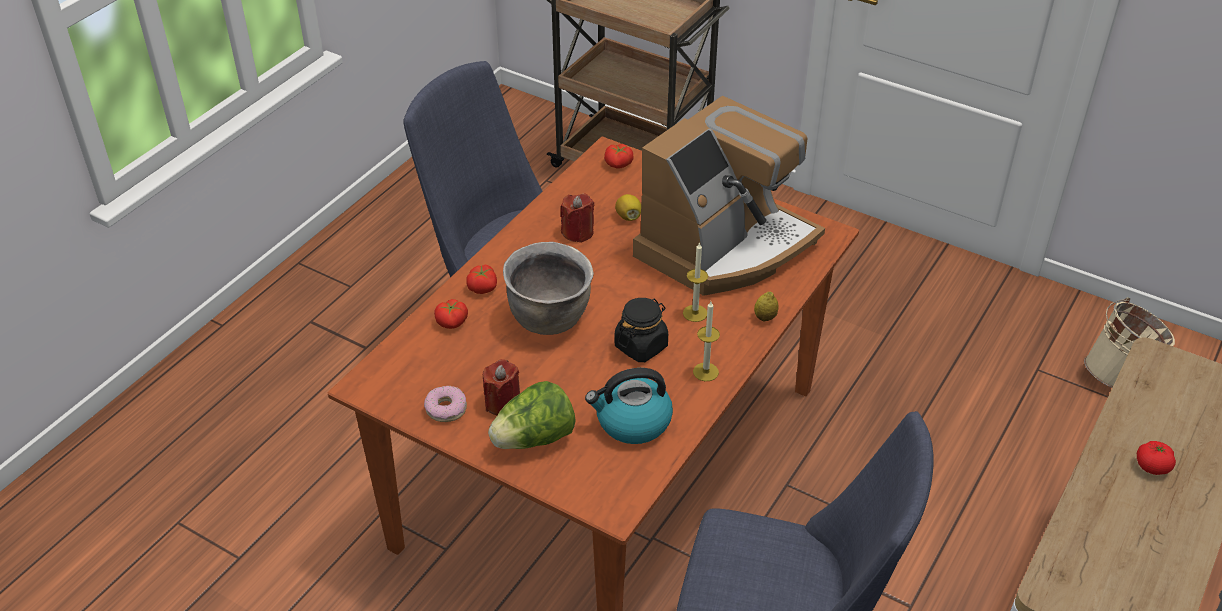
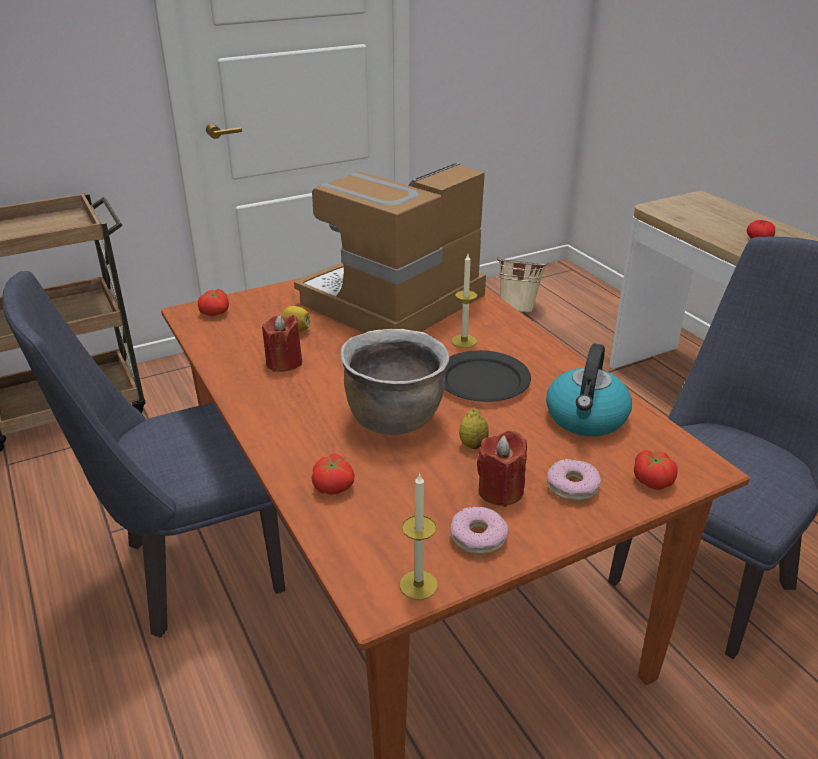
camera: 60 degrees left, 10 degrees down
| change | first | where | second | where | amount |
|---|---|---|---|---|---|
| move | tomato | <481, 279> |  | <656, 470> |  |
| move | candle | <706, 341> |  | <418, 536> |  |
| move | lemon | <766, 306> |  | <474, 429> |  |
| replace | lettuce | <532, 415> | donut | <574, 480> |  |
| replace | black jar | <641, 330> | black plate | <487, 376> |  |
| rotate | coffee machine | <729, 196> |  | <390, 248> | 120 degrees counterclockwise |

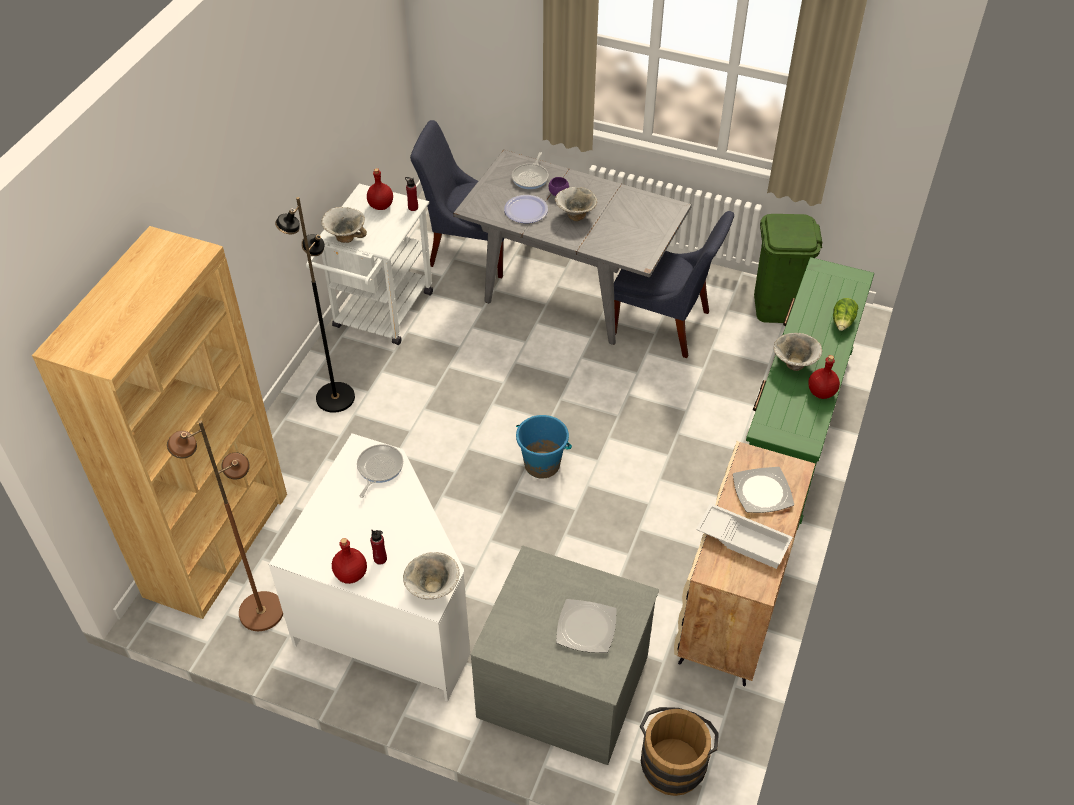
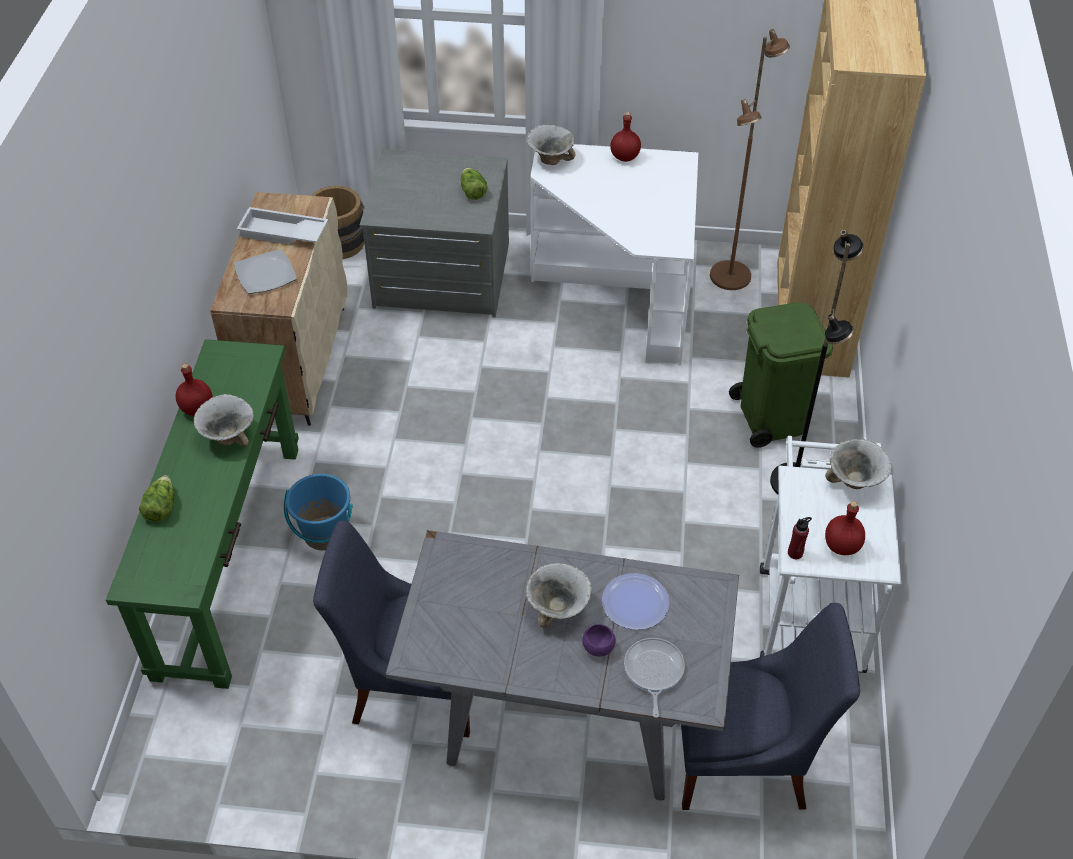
camera: 165 degrees right, 0 degrees up
| change | first | where | second | where | amount |
|---|---|---|---|---|---|
| delete | frying pan | <380, 471> |  |  |  |
| delete | red bottle | <378, 547> |  |  |  |
| delete | plate | <586, 626> |  |  |  |
| insert |  |  | lettuce | <474, 184> |  |
| move | blue bucket | <544, 447> |  | <318, 512> |  |
| move | green trash can | <788, 268> |  | <781, 375> |  |

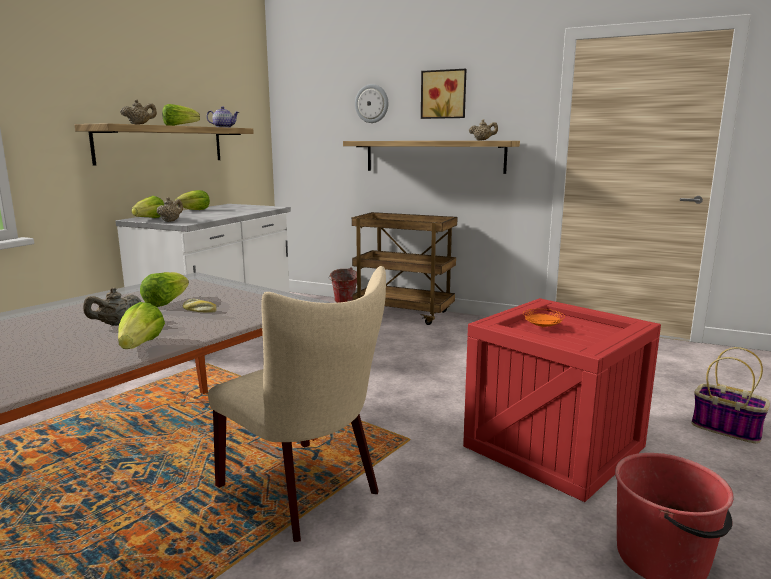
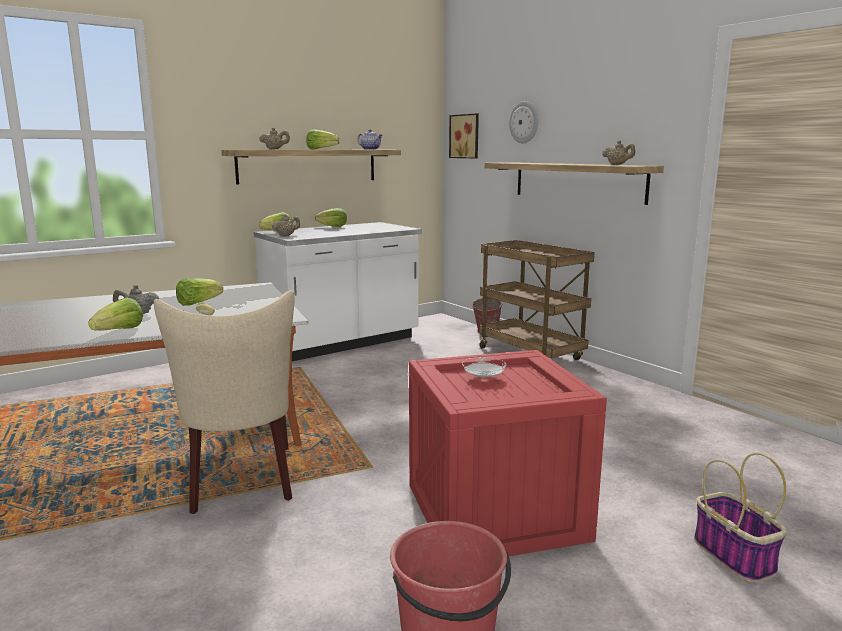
camera: 30 degrees right, 0 degrees up
| change | first | where | second | where | amount |
|---|---|---|---|---|---|
| move | picture | <443, 94> |  | <464, 135> |  |
| recolor | orange plate | <544, 318> | white plate | <484, 367> |  |

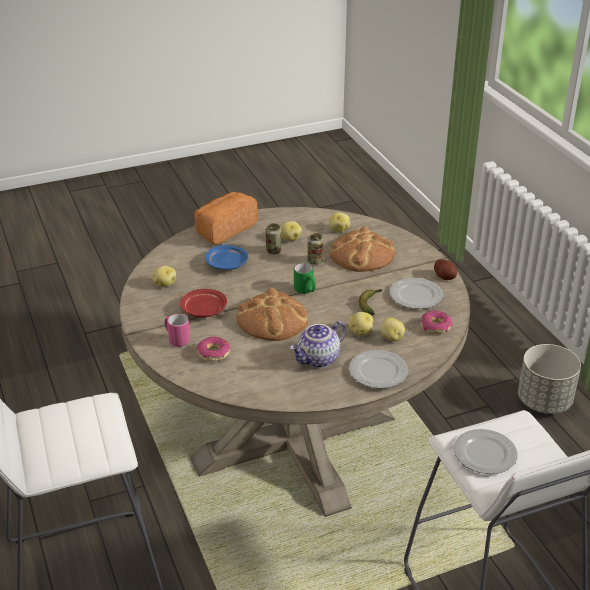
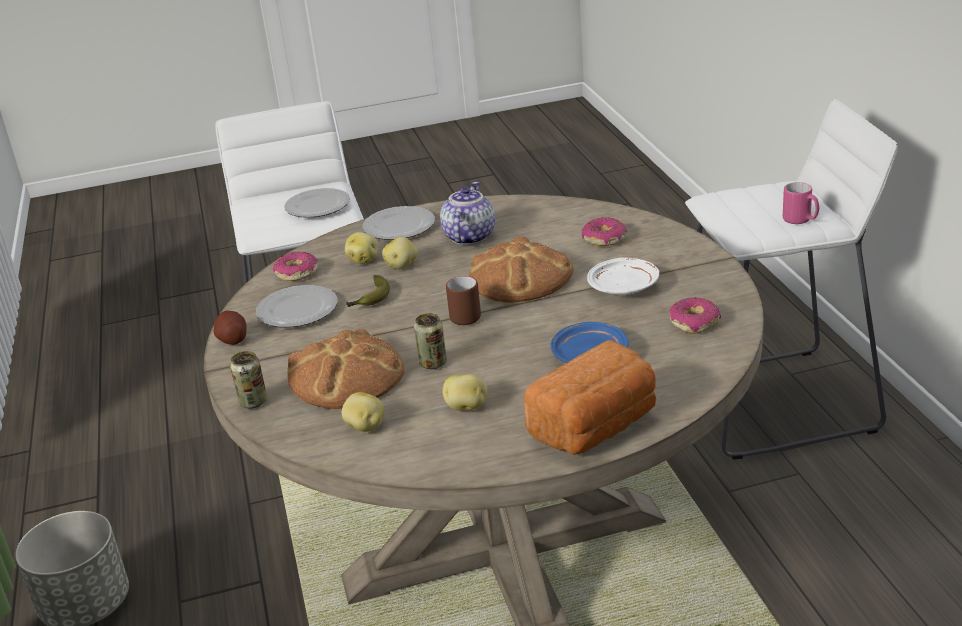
camera: 170 degrees left, 5 degrees down
| change | first | where | second | where | amount |
|---|---|---|---|---|---|
| move | pink mug | <177, 330> |  | <801, 203> |  |
| move | can | <273, 238> |  | <248, 379> |  |
| replace | potato | <164, 276> | donut | <695, 315> |  |
| recolor | red plate | <203, 303> | white plate | <623, 276> |  |
| recolor | green mug | <305, 278> | brown mug | <463, 300> |  |
| rotate | teapot | <318, 344> |  | <467, 213> | 45 degrees counterclockwise |

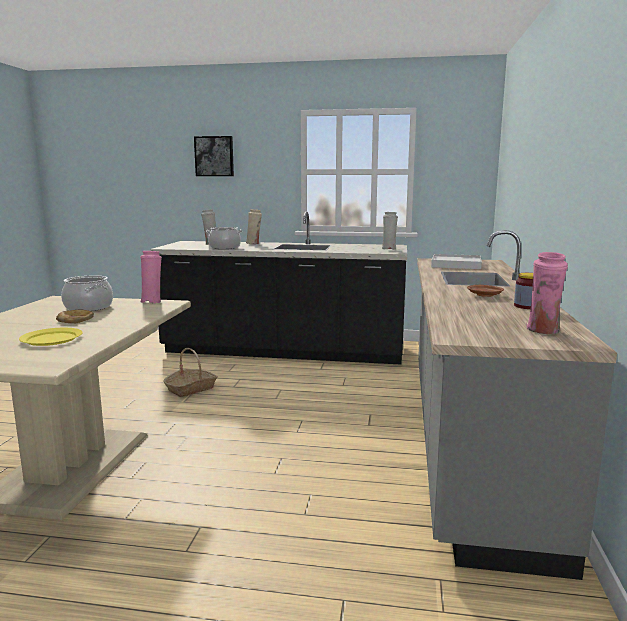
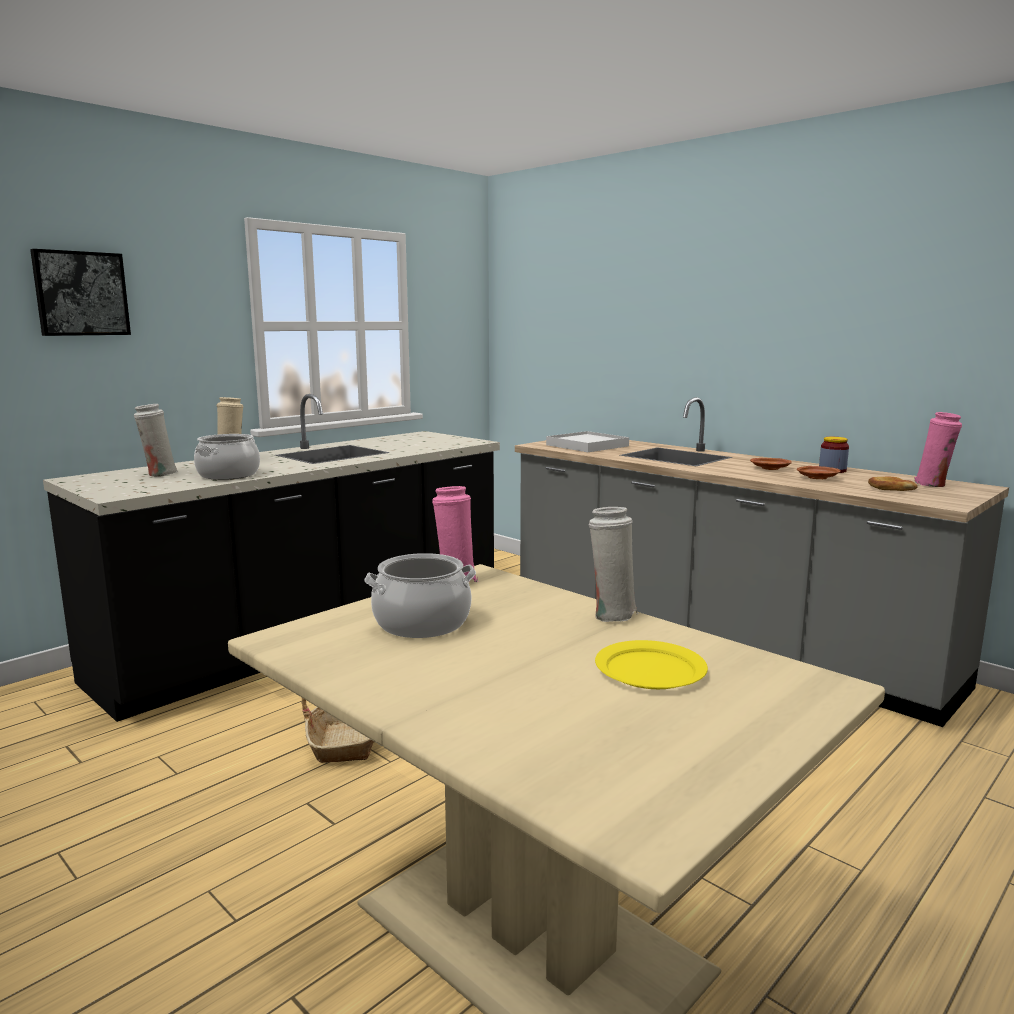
camera: 55 degrees left, 0 degrees up
| change | first | where | second | where | amount |
|---|---|---|---|---|---|
| insert |  |  | brown plate | <819, 472> |  |
| move | bread | <75, 316> |  | <893, 483> |  |
| move | white vase | <390, 231> |  | <613, 564> |  |

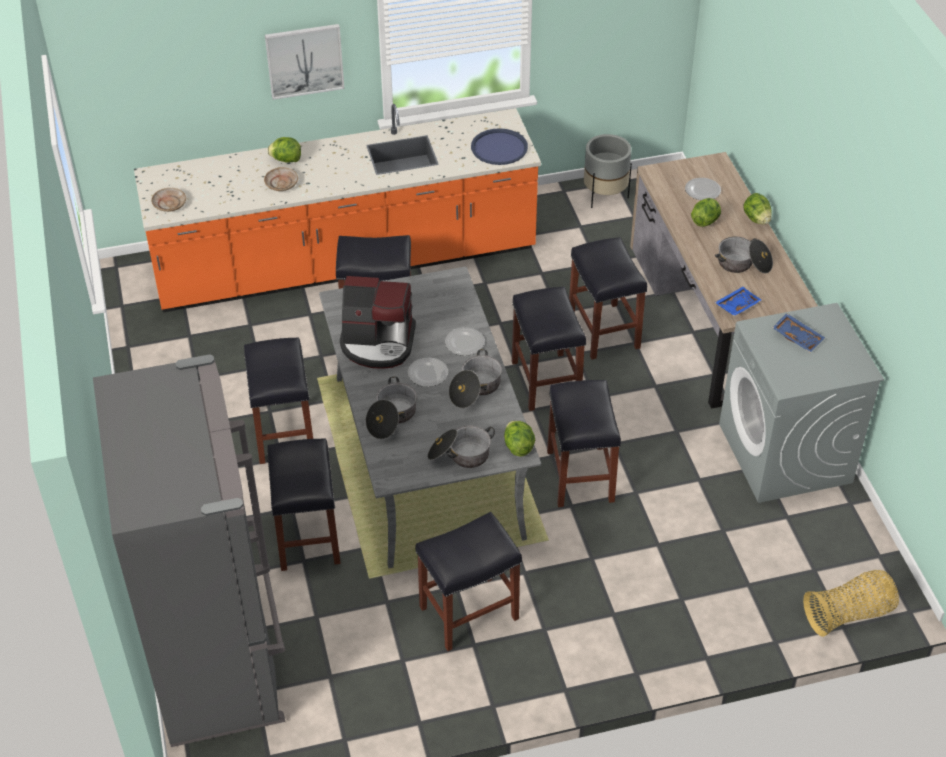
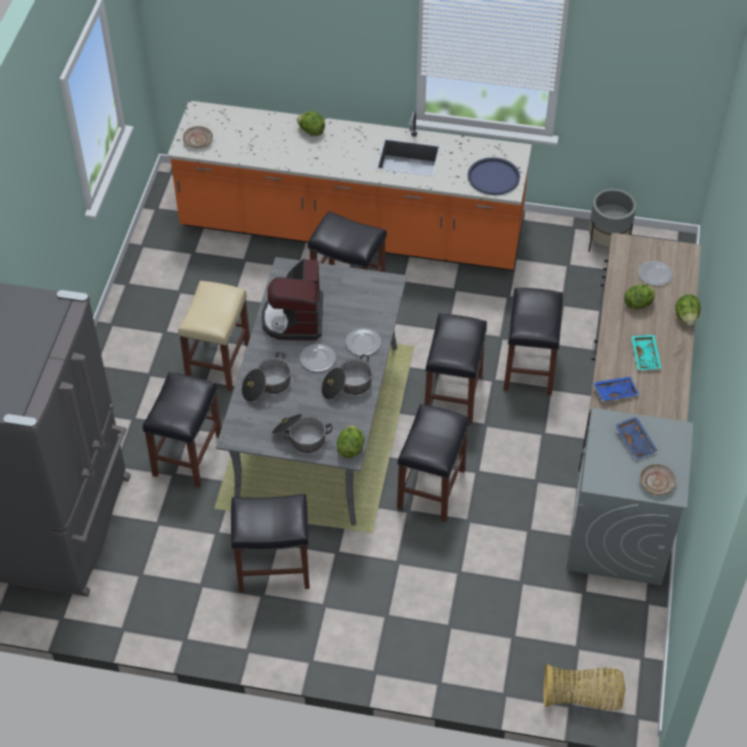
camera: 25 degrees right, 5 degrees up
| change | first | where | second | where | amount |
|---|---|---|---|---|---|
| delete | picture | <304, 62> |  |  |  |
| move | beige plate | <281, 179> |  | <658, 479> |  |
| replace | cooking pot | <744, 254> | turquoise tray | <646, 352> |  |
| recolor | black stool | <278, 400> | beige stool | <214, 336> |  |
| rotate | coffee machine | <378, 322> |  | <292, 299> | 60 degrees clockwise |

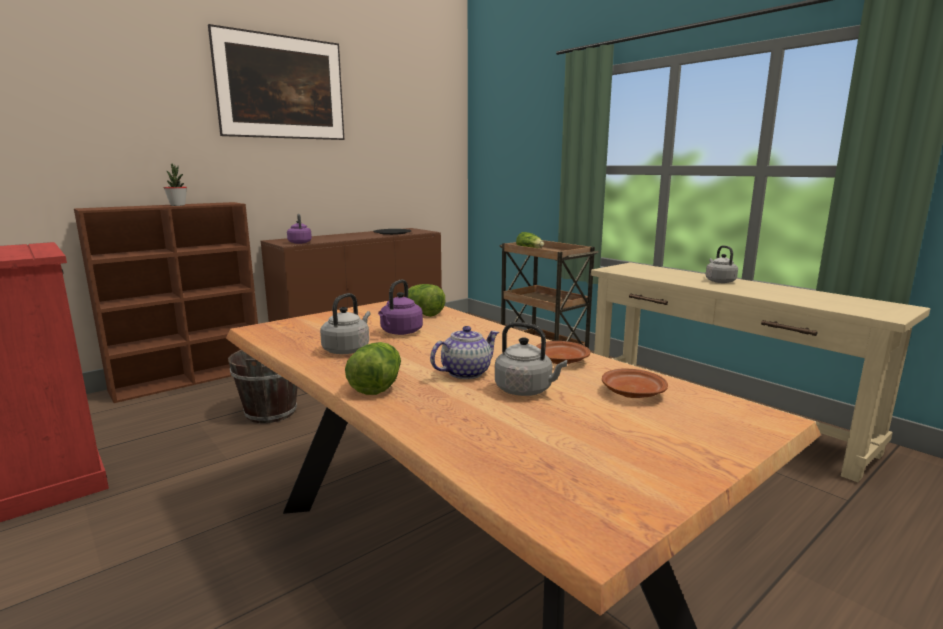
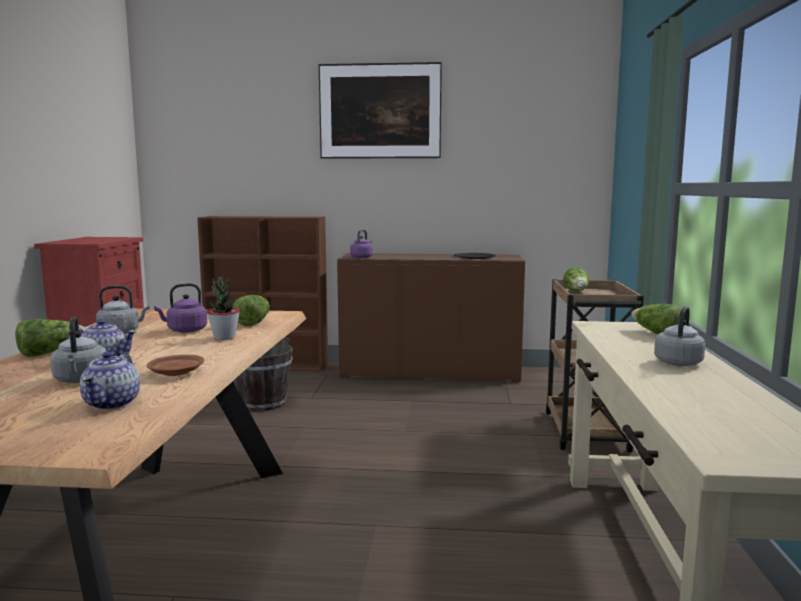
camera: 45 degrees right, 5 degrees down
| change | first | where | second | where | amount |
|---|---|---|---|---|---|
| insert |  |  | lettuce | <658, 319> |  |
| move | potted plant | <175, 185> |  | <223, 308> |  |
| replace | brown plate | <635, 383> | teapot | <110, 381> |  |

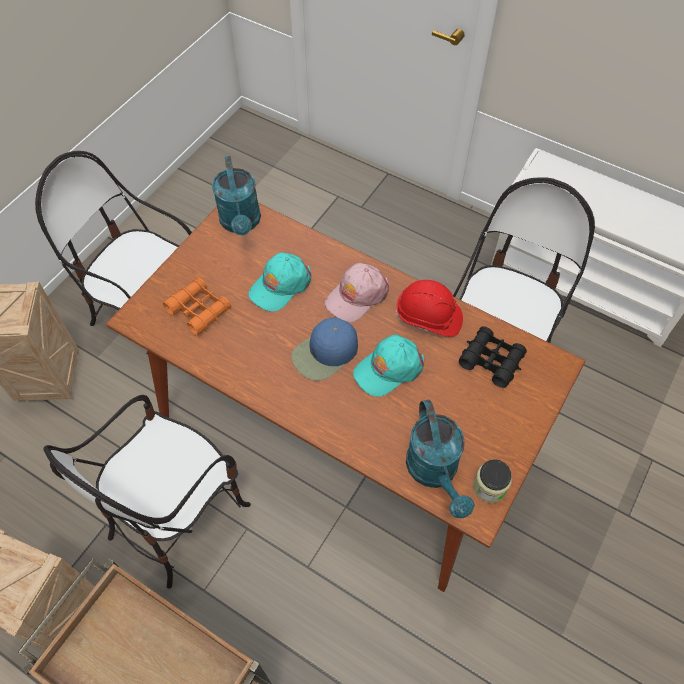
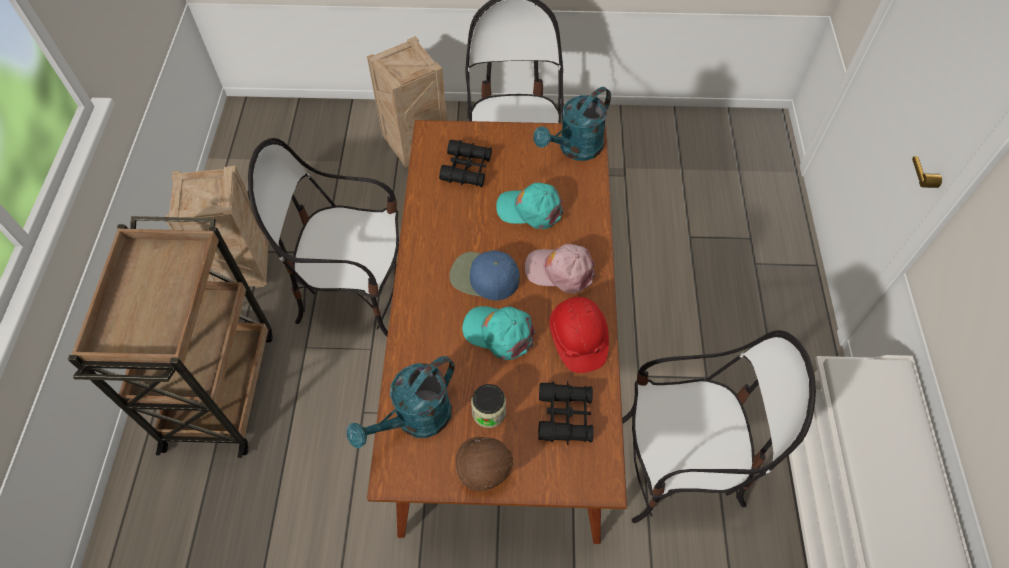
camera: 60 degrees right, 0 degrees up
| change | first | where | second | where | amount |
|---|---|---|---|---|---|
| insert |  |  | brown hard hat | <485, 464> |  |
| move | jar | <492, 481> |  | <488, 406> |  |
| recolor | orange binoculars | <197, 306> | black binoculars | <465, 163> |  |

